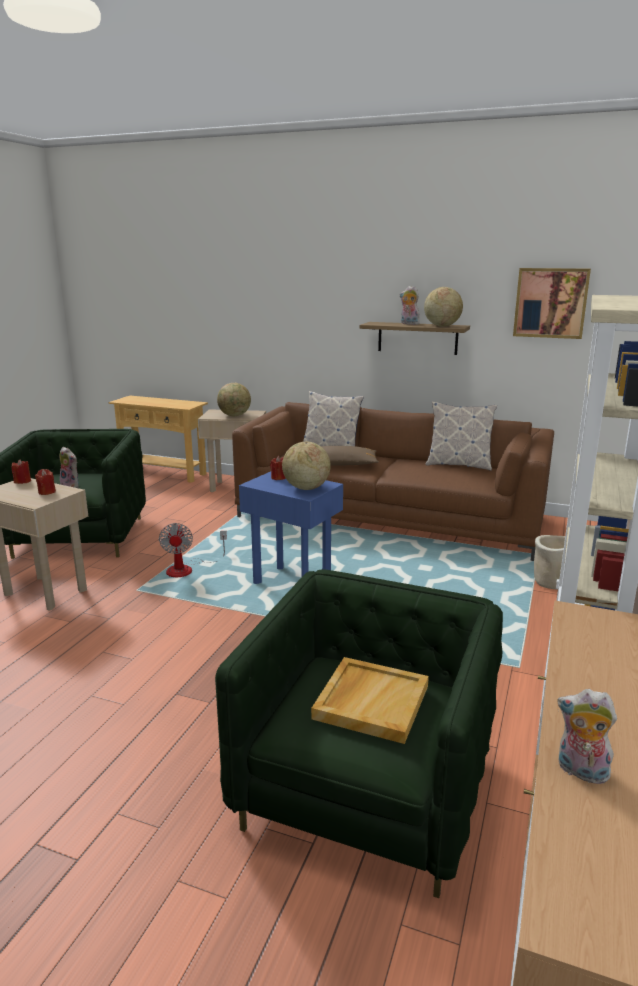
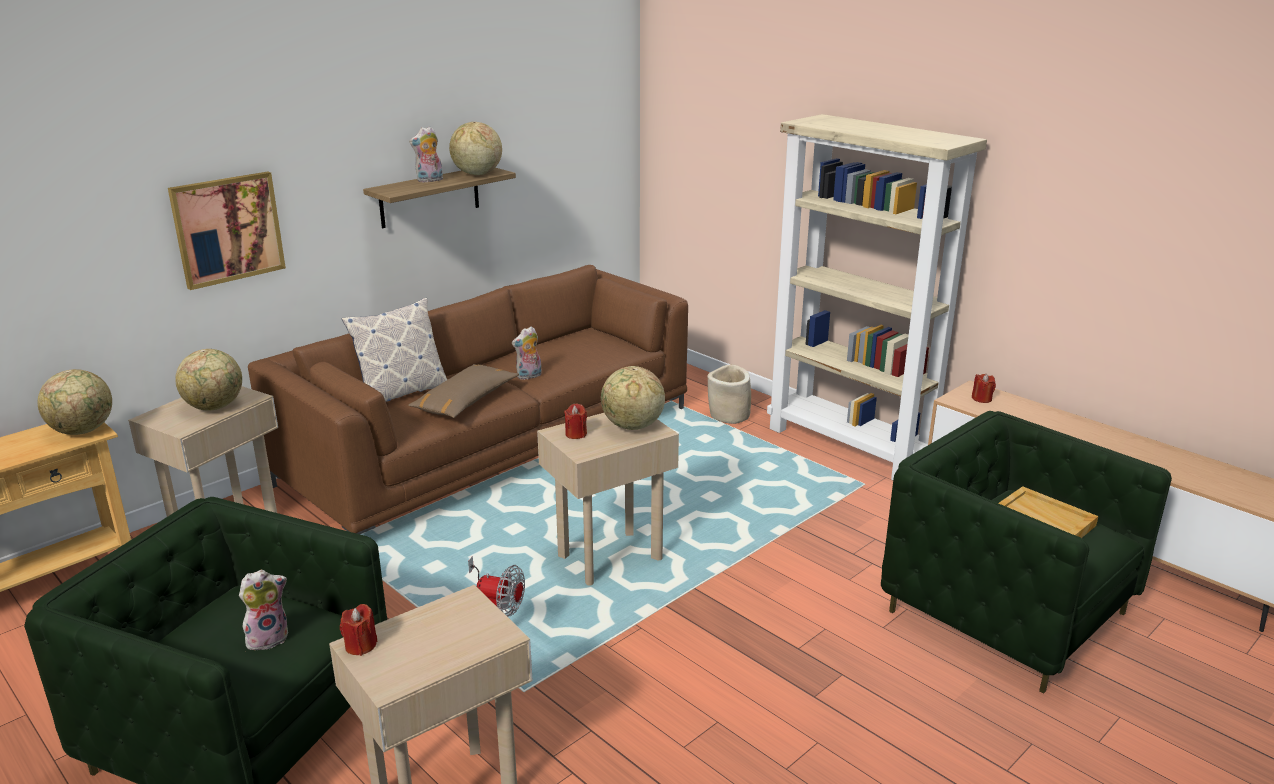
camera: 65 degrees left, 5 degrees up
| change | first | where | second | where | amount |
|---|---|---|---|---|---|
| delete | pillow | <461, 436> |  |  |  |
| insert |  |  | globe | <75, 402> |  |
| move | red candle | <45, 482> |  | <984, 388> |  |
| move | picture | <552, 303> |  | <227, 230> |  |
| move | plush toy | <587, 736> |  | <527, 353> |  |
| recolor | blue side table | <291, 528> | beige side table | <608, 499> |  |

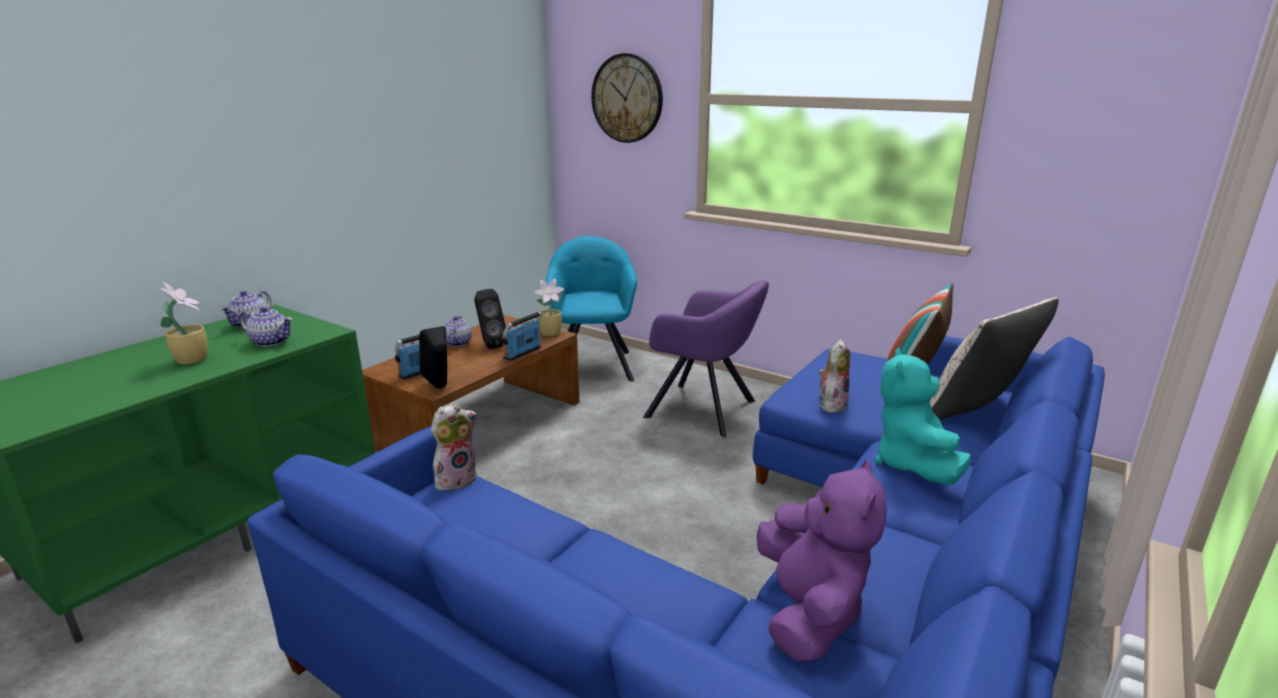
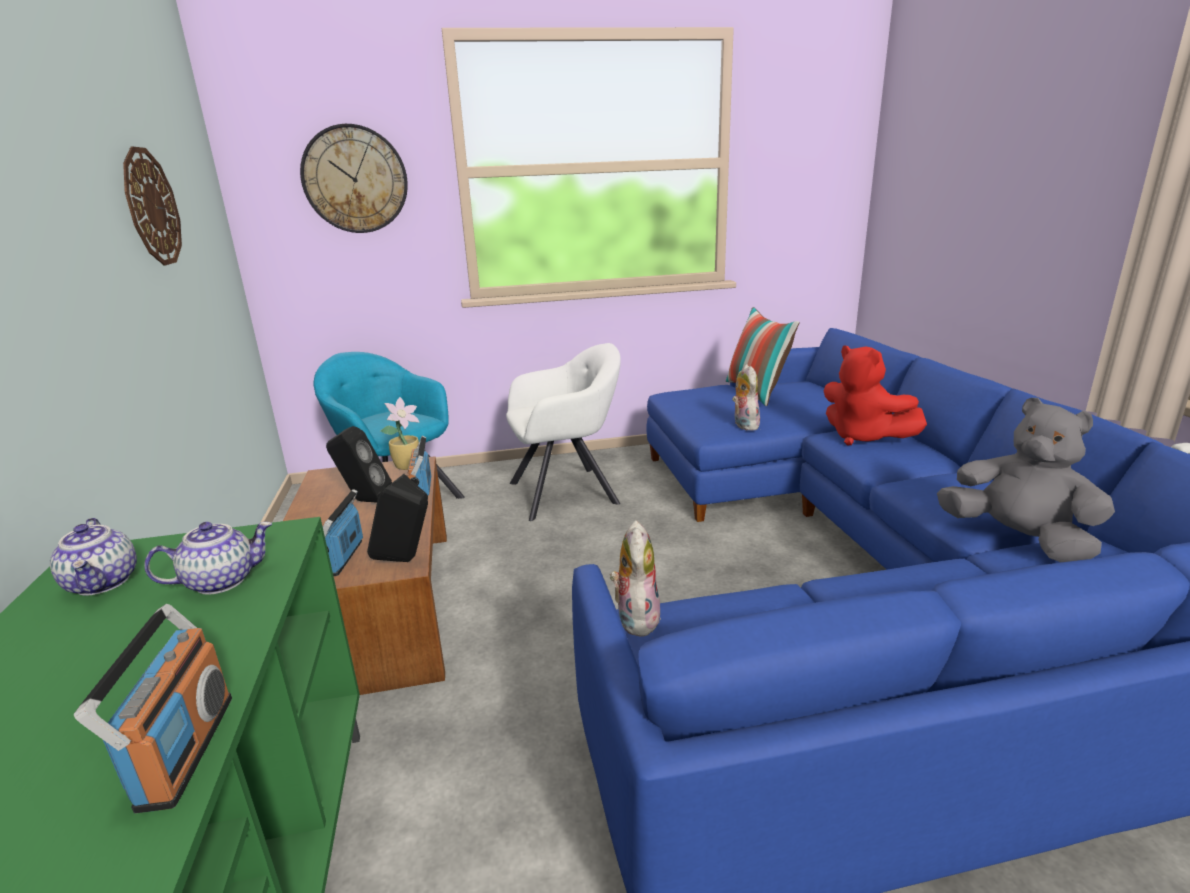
camera: 45 degrees left, 0 degrees up
| change | first | where | second | where | amount |
|---|---|---|---|---|---|
| delete | potted plant | <183, 323> |  |  |  |
| delete | teapot | <458, 331> |  |  |  |
| delete | beige pillow | <994, 358> |  |  |  |
| insert |  |  | radio | <153, 708> |  |
| insert |  |  | wall clock | <152, 206> |  |
| recolor | purple armchair | <706, 359> | white armchair | <563, 432> |  |
| recolor | purple plush toy | <822, 561> | grey plush toy | <1026, 480> |  |
| recolor | turquoise plush toy | <922, 416> | red plush toy | <875, 395> |  |

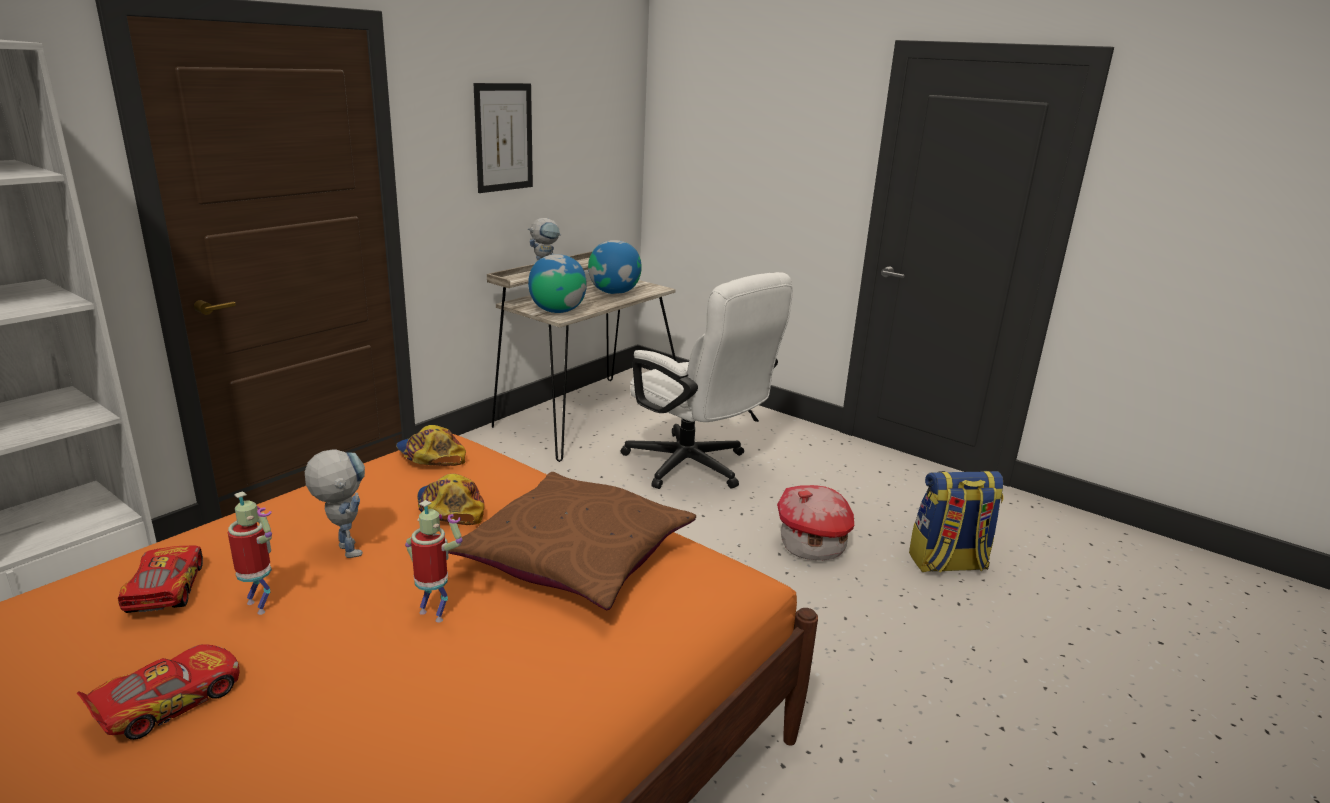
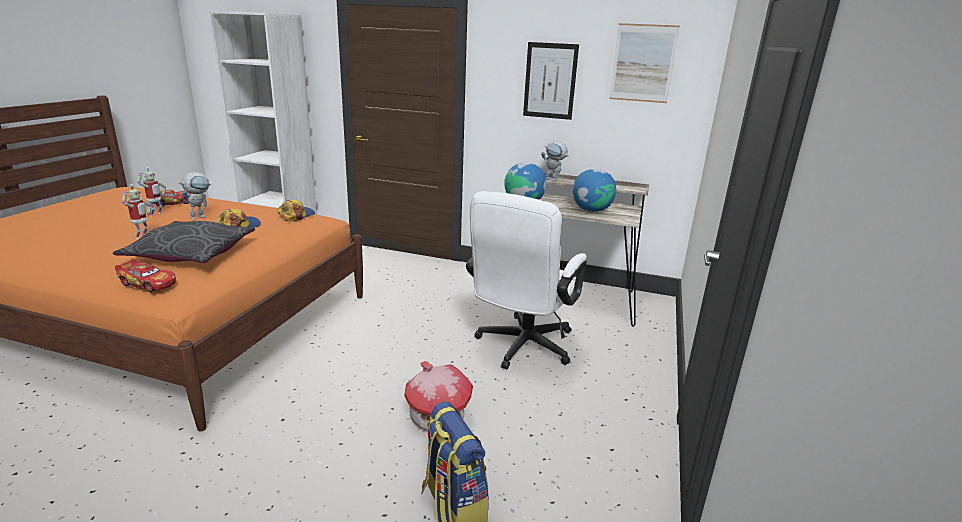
camera: 70 degrees right, 0 degrees up
| change | first | where | second | where | amount |
|---|---|---|---|---|---|
| insert |  |  | picture | <644, 63> |  |
| move | toy car | <158, 692> |  | <145, 275> |  |
| recolor | brown pillow | <572, 541> | grey pillow | <184, 242> |  |

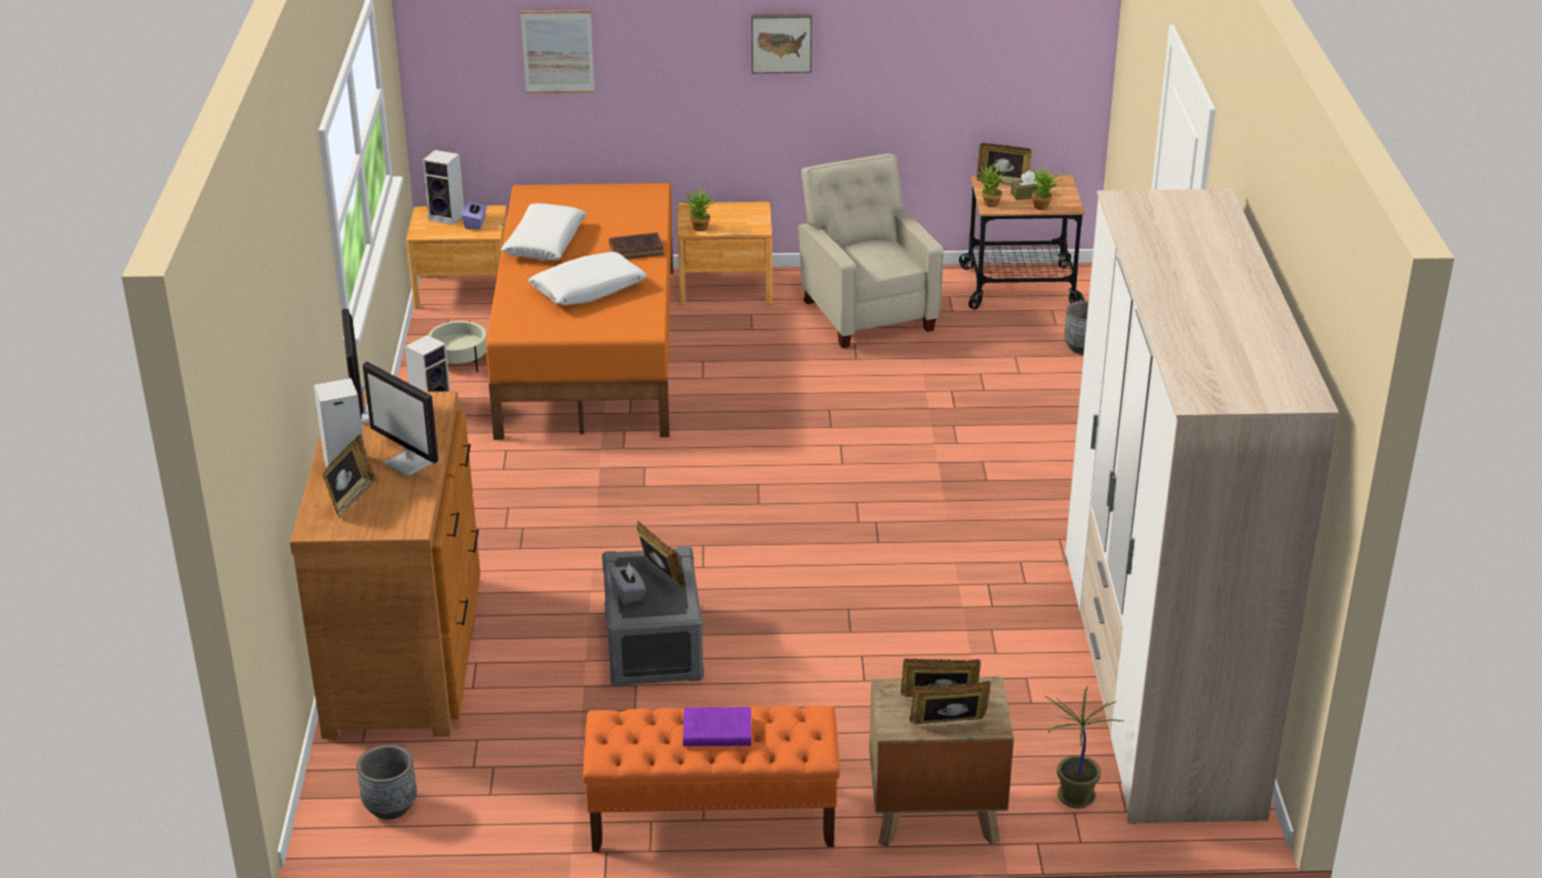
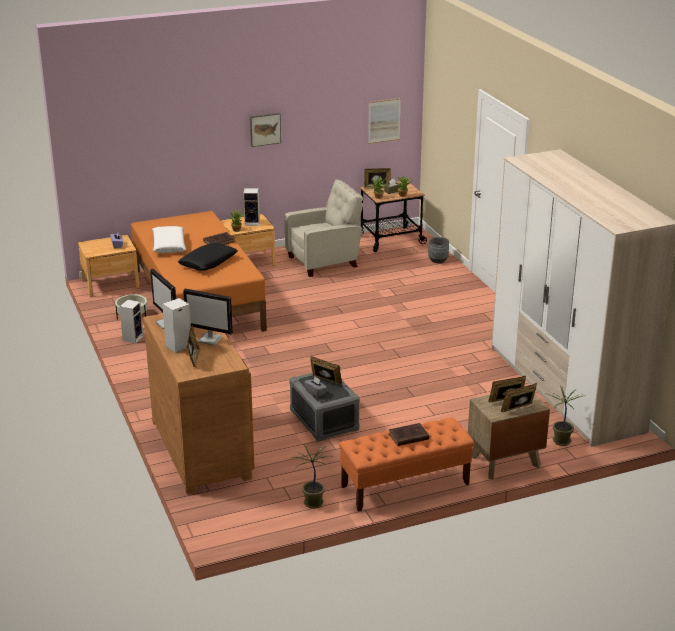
camera: 20 degrees left, 5 degrees down
| change | first | where | second | where | amount |
|---|---|---|---|---|---|
| delete | grey planter | <387, 782> |  |  |  |
| insert |  |  | potted plant | <312, 476> |  |
| move | speaker | <443, 187> |  | <251, 207> |  |
| move | picture | <557, 51> |  | <384, 121> |  |
| recolor | white pillow | <588, 278> | black pillow | <208, 257> |  |
| recolor | purple book | <717, 726> | brown book | <409, 434> |  |
| rotate | beige armchair | <871, 251> |  | <323, 228> | 105 degrees clockwise |

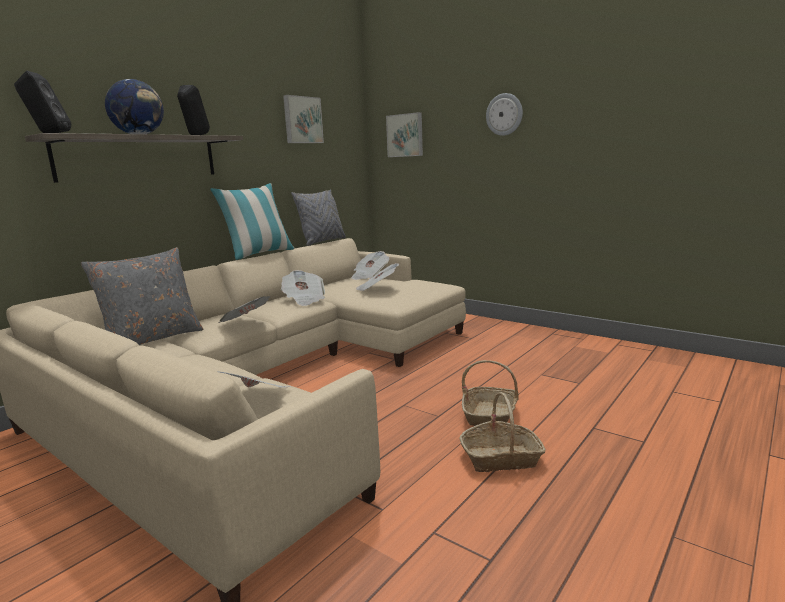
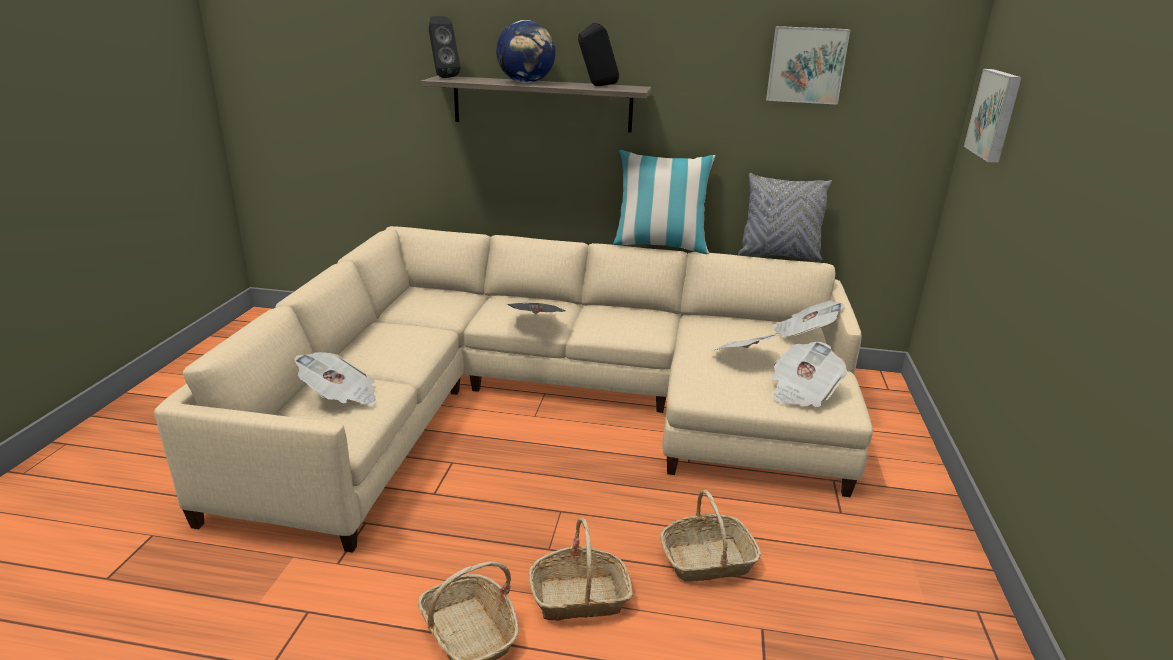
camera: 60 degrees right, 10 degrees up
| change | first | where | second | where | amount |
|---|---|---|---|---|---|
| delete | grey pillow | <142, 296> |  |  |  |
| delete | wall clock | <504, 114> |  |  |  |
| insert |  |  | basket | <710, 536> |  |
| move | newspaper | <303, 288> |  | <809, 374> |  |

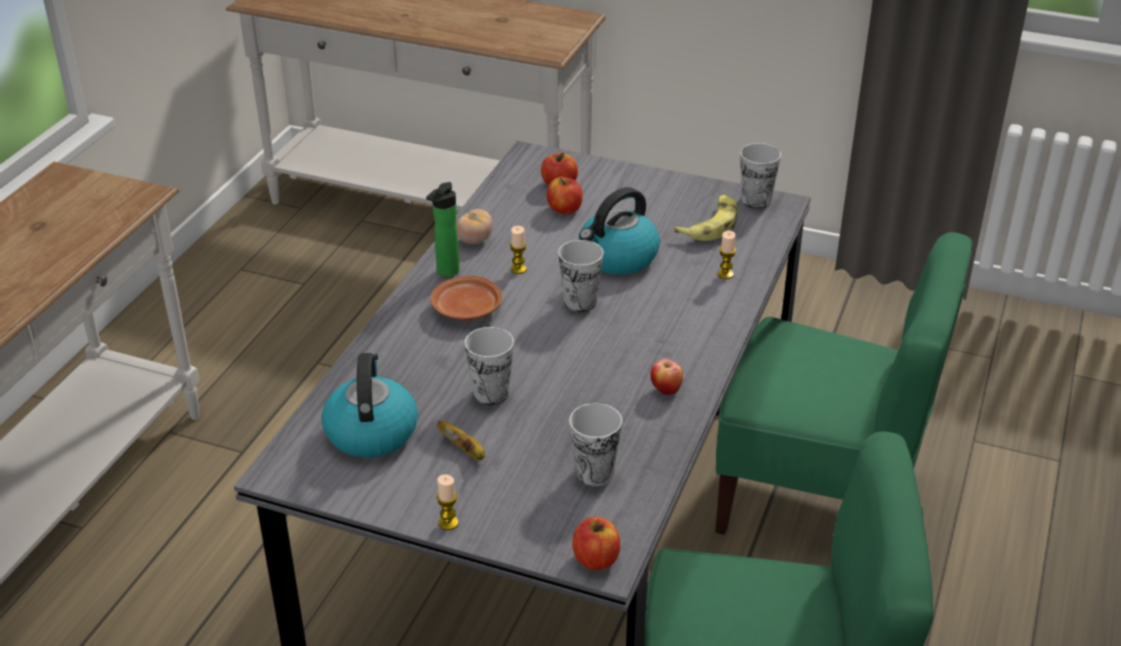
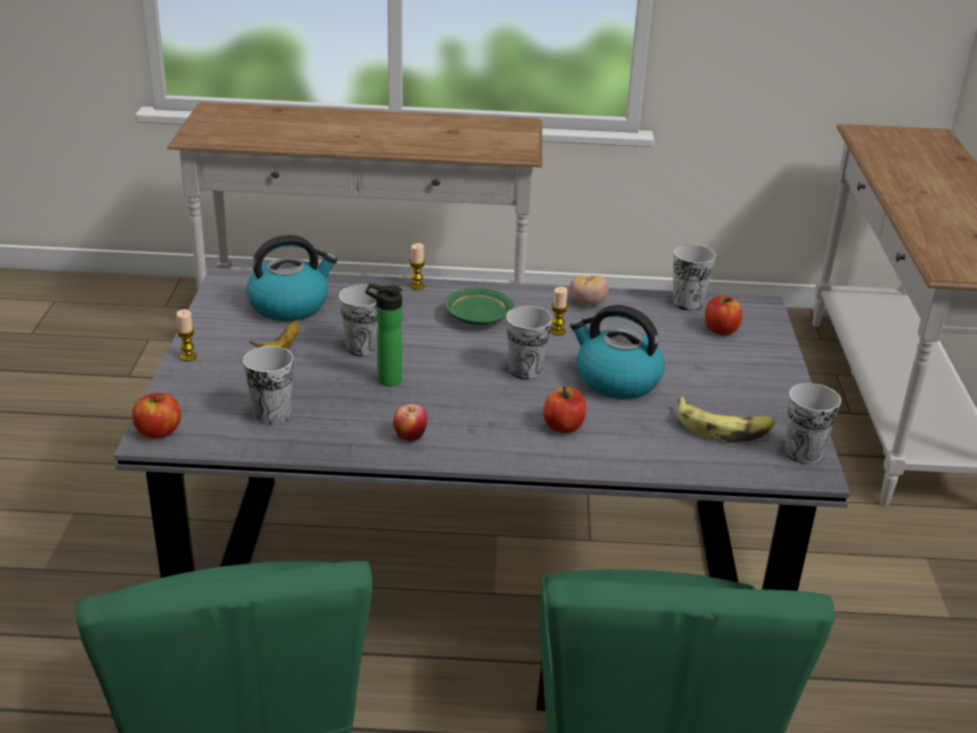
camera: 70 degrees right, 5 degrees down
| change | first | where | second | where | amount |
|---|---|---|---|---|---|
| insert |  |  | cup | <694, 277> |  |
| move | bottle | <442, 229> |  | <384, 335> |  |
| move | apple | <565, 195> |  | <564, 410> |  |
| move | candle | <727, 255> |  | <417, 266> |  |
| recolor | brown plate | <466, 298> | green plate | <479, 306> |  |

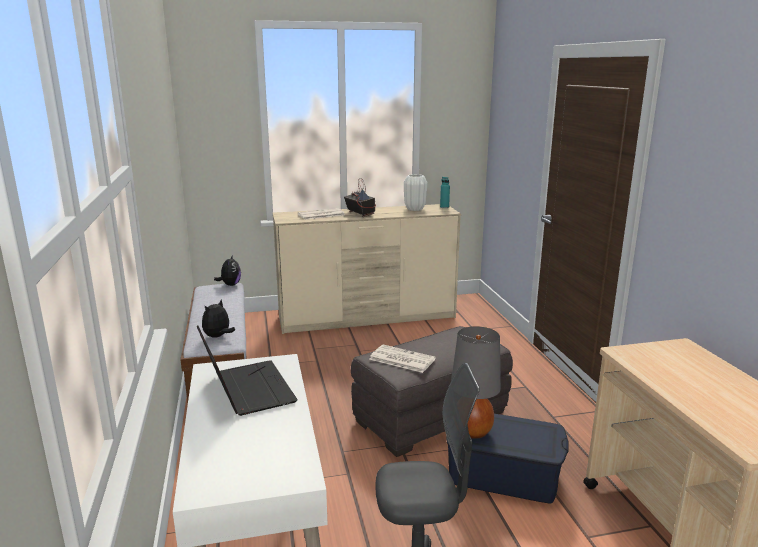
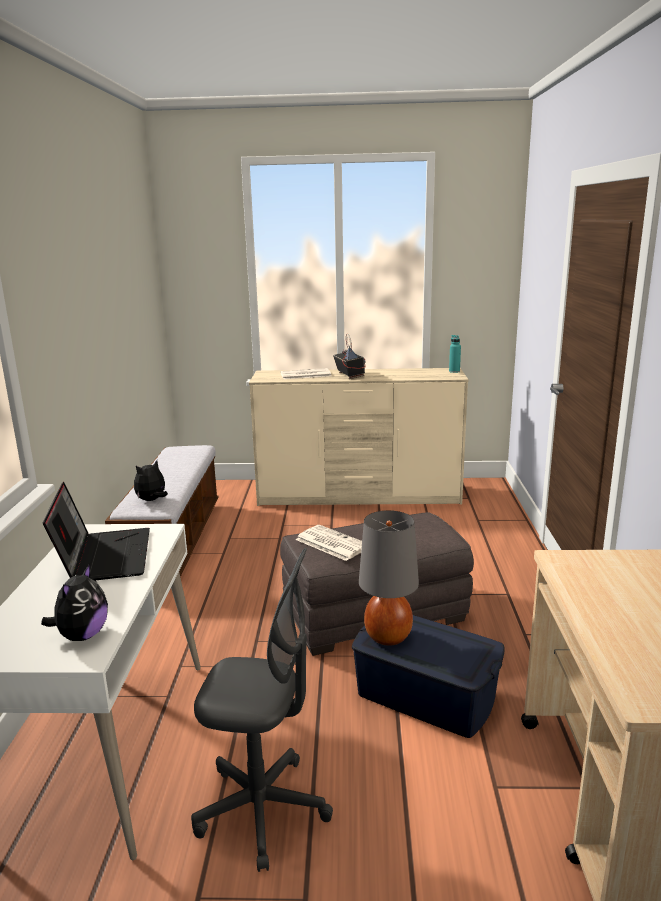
camera: 15 degrees right, 0 degrees up
| change | first | where | second | where | amount |
|---|---|---|---|---|---|
| delete | white vase | <415, 192> |  |  |  |
| move | plush toy | <227, 270> |  | <74, 602> |  |

